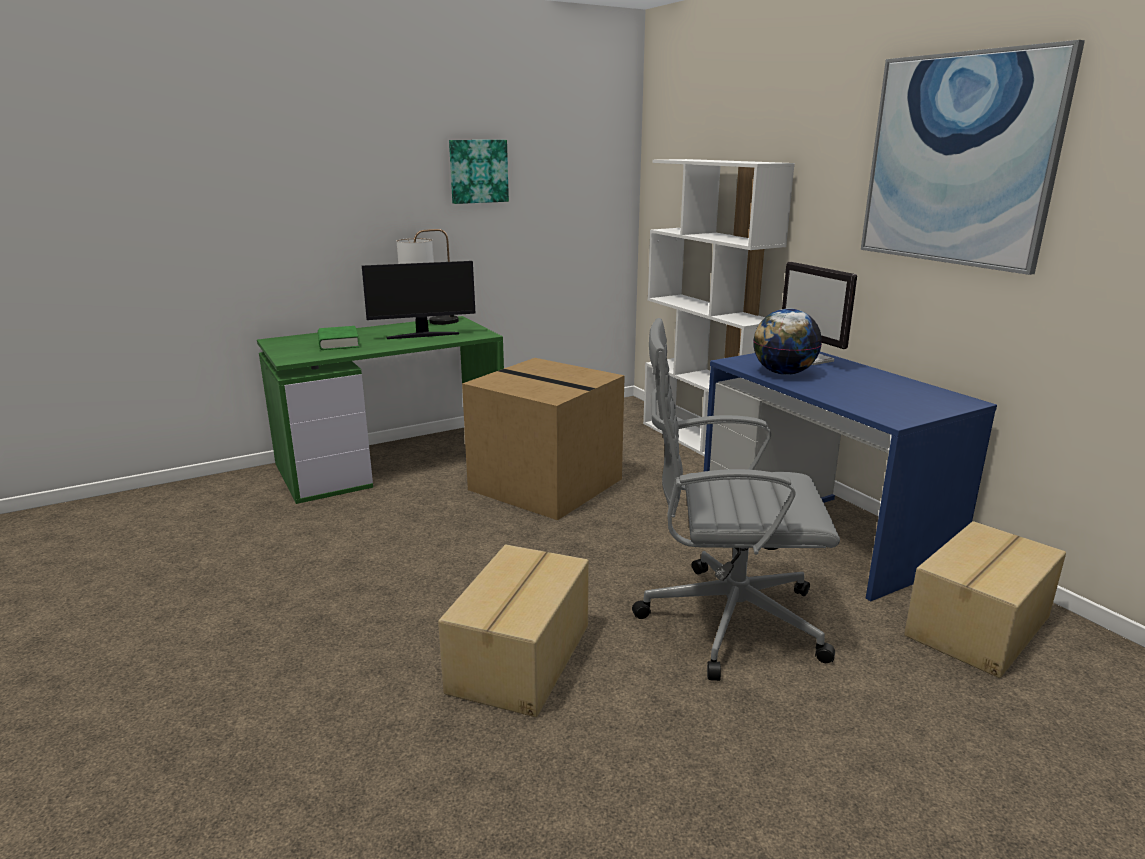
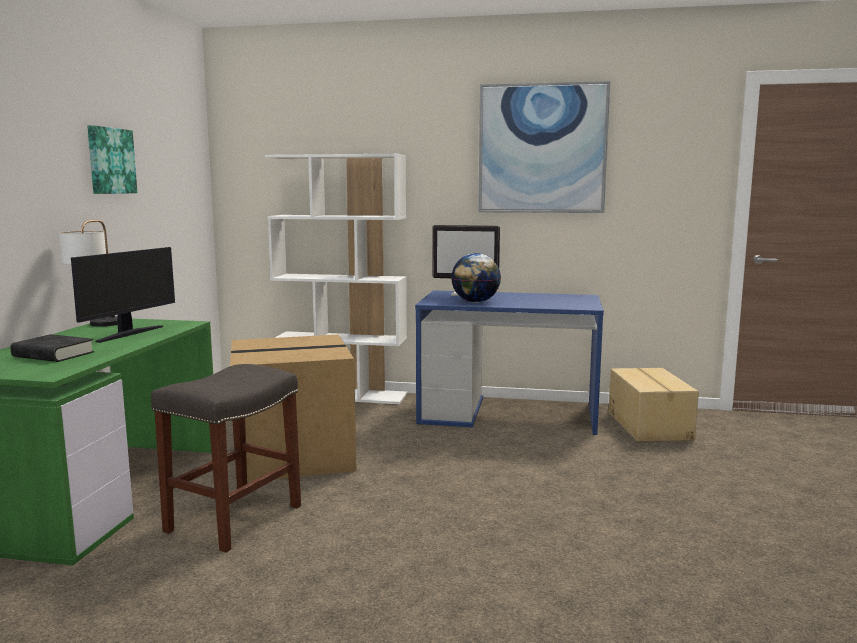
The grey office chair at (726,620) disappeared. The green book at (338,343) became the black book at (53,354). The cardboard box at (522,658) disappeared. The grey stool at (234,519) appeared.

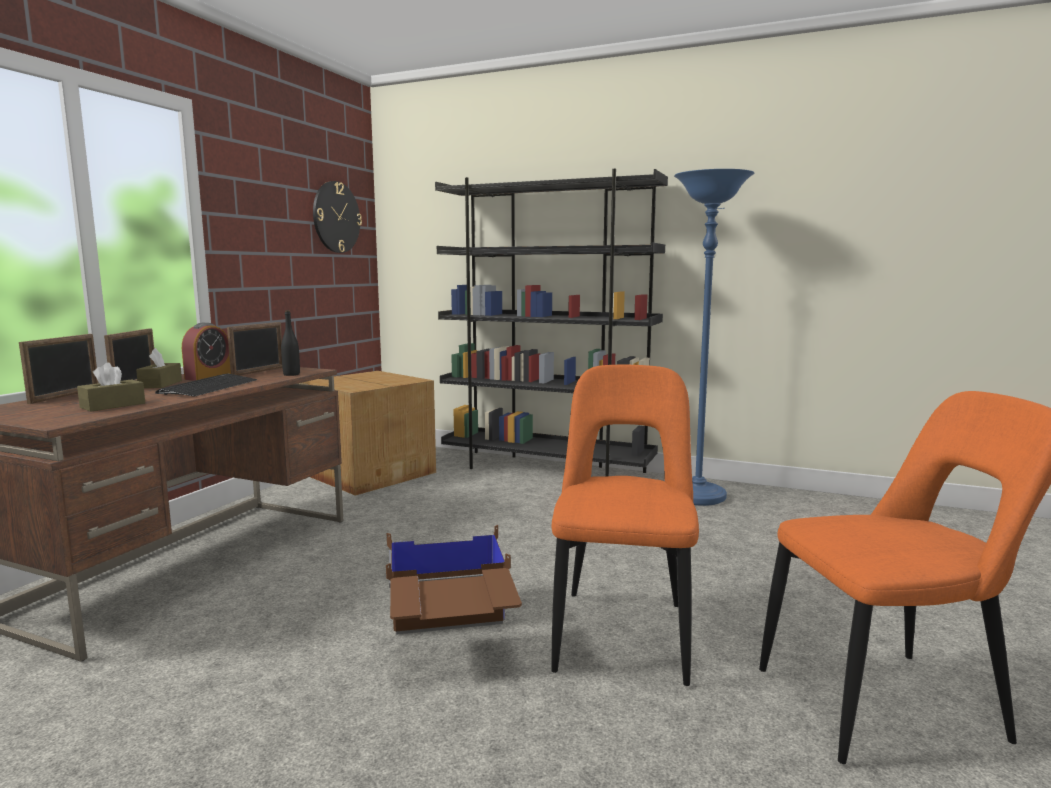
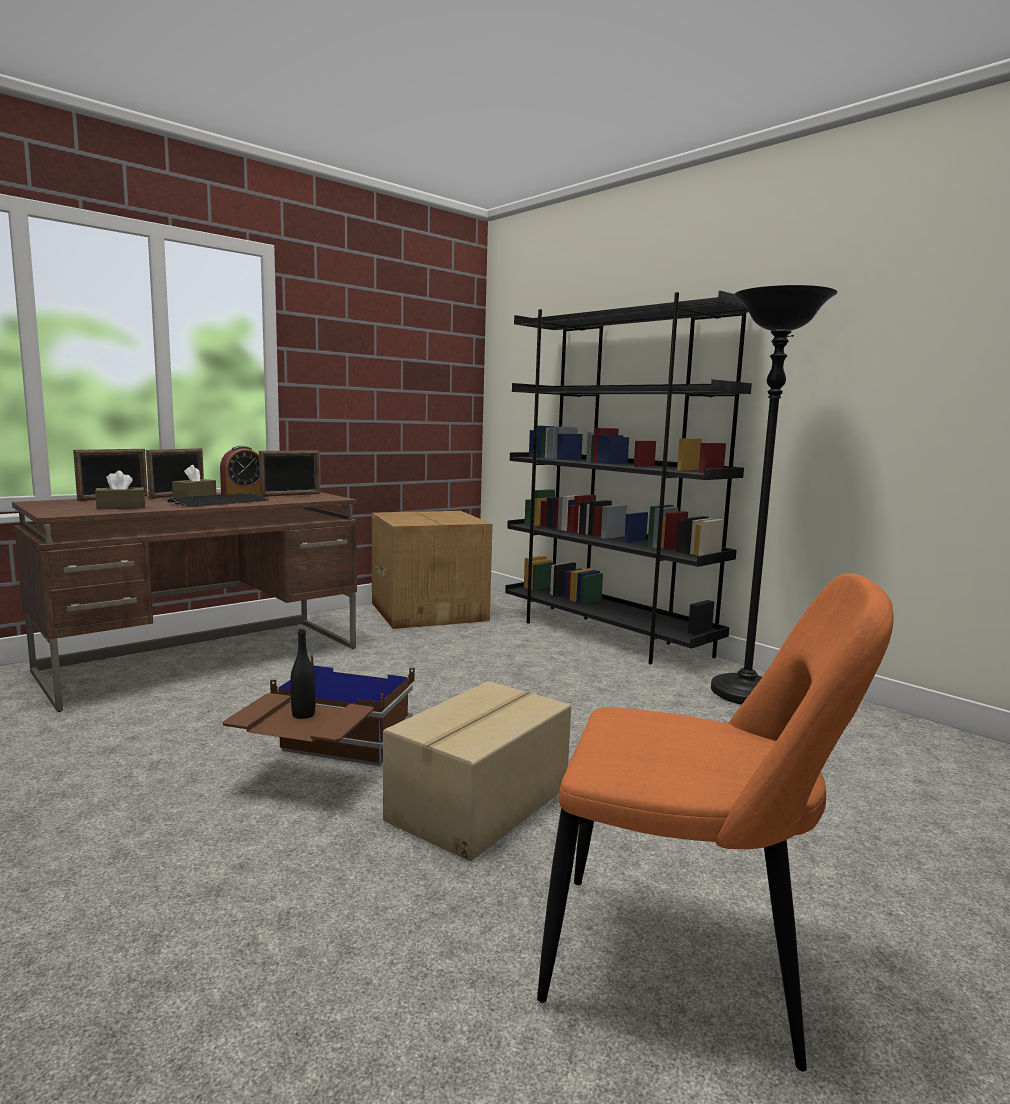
The blue floor lamp at (697,497) became the black floor lamp at (745,694). The wall clock at (336,217) disappeared. The black bottle moved from (291,374) to (303,714). The orange chair at (622,631) was replaced by the cardboard box at (481,804).

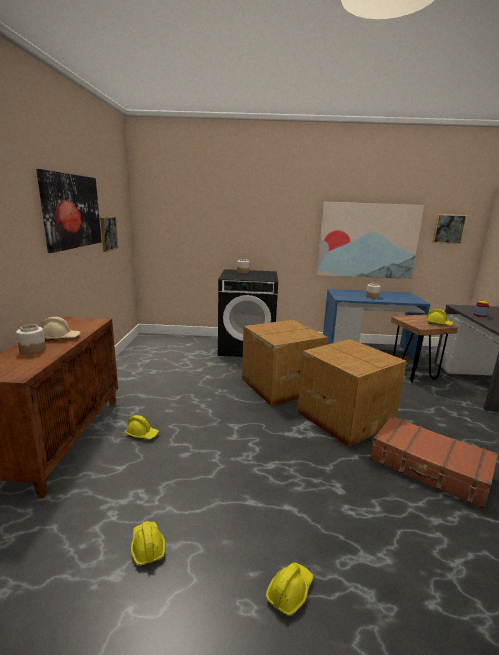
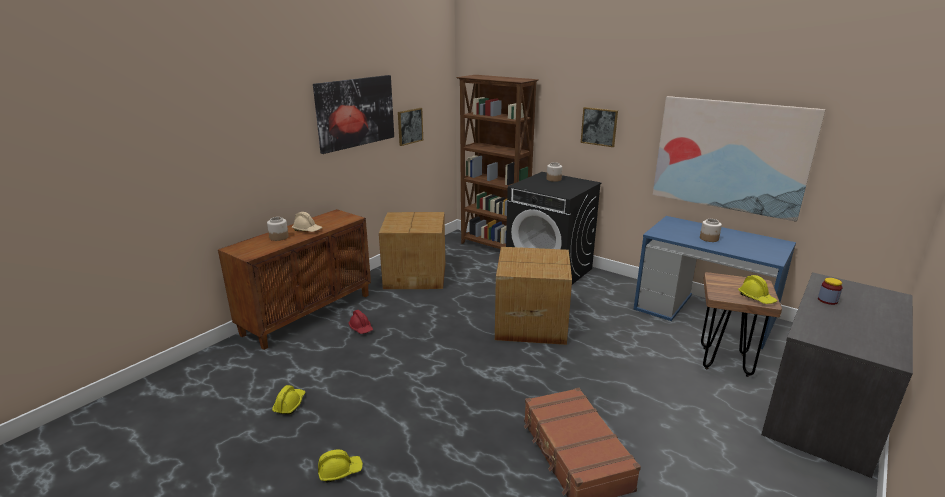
The picture moved from (449,229) to (599,126). The cardboard box moved from (345,417) to (416,275). The yellow hard hat at (142,434) became the red hard hat at (361,328). The brown bookcase at (494,247) appeared.

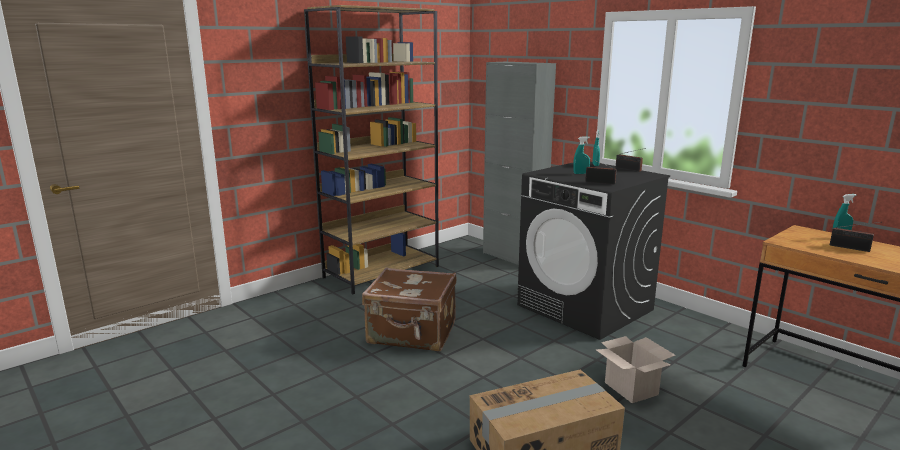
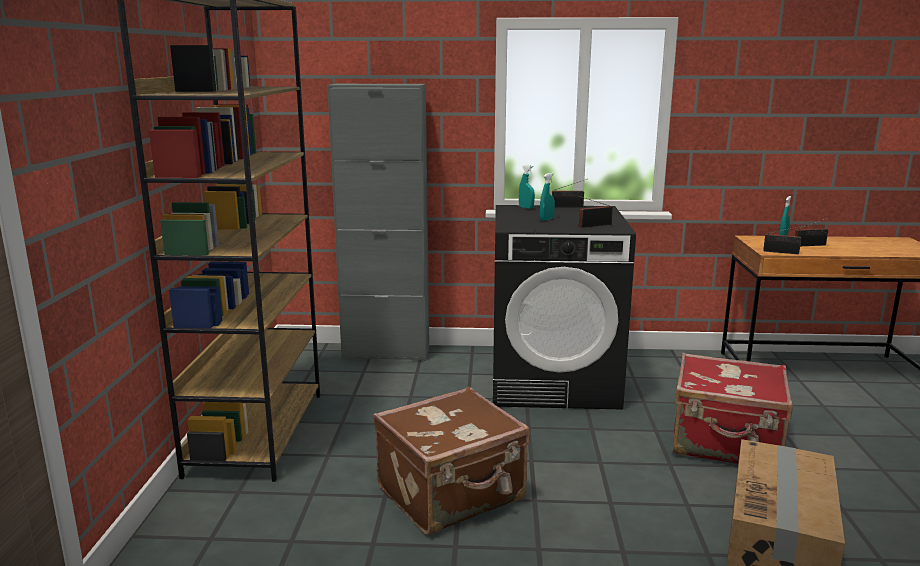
The cardboard box at (632,389) was replaced by the red suitcase at (726,444). The radio at (783,252) appeared.

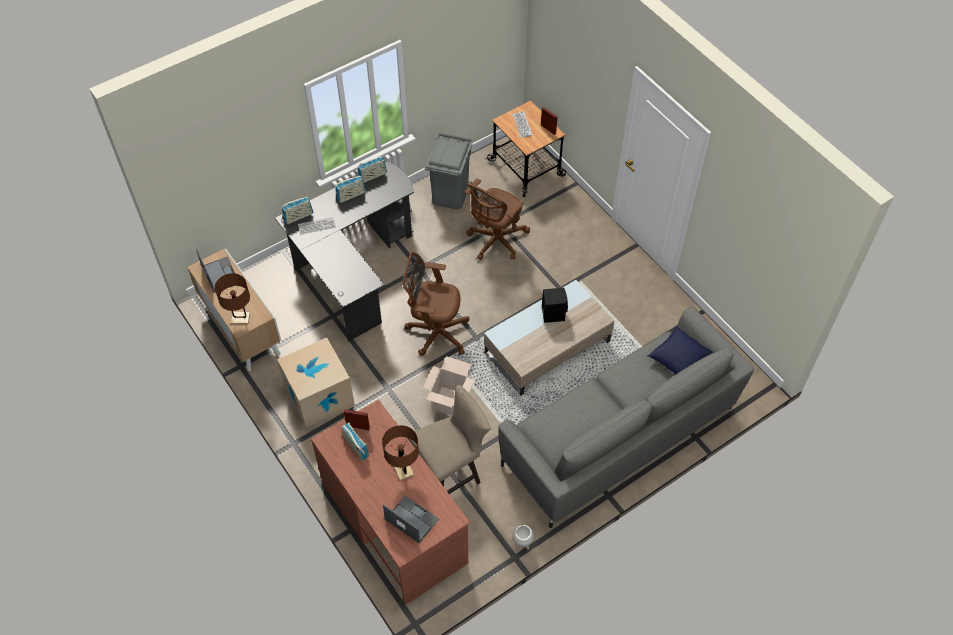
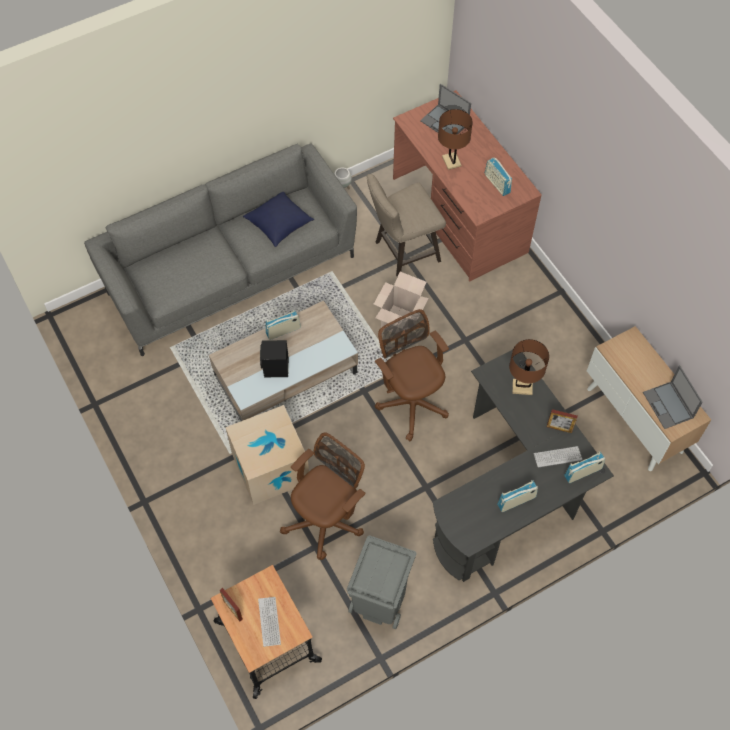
The radio moved from (372,176) to (283,331). The brown office chair at (435,332) turned 135 degrees counterclockwise. The brown table lamp moved from (240,318) to (522,387). The blue pillow moved from (679,359) to (279,225). The cardboard box moved from (319,396) to (270,468). The picture frame moved from (358,427) to (559,428).

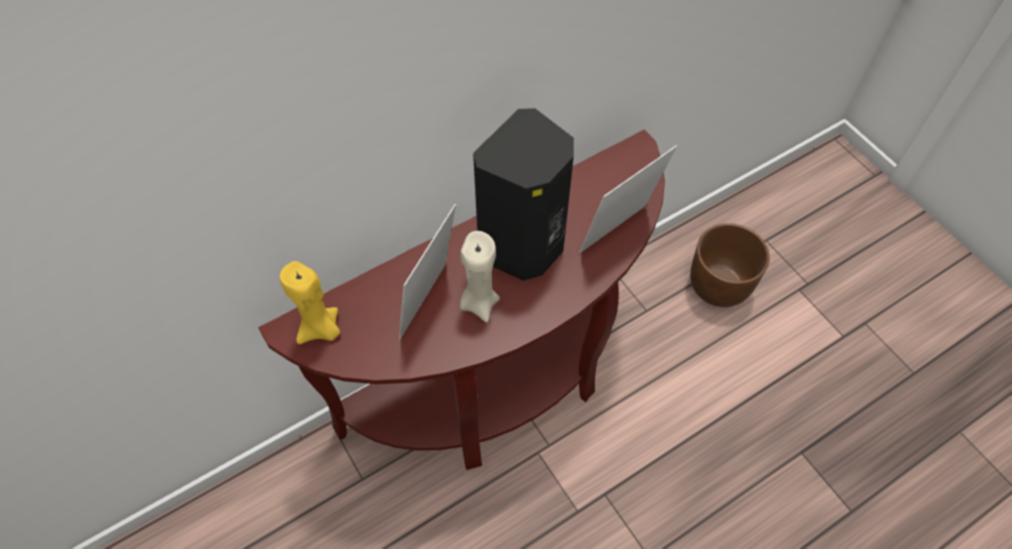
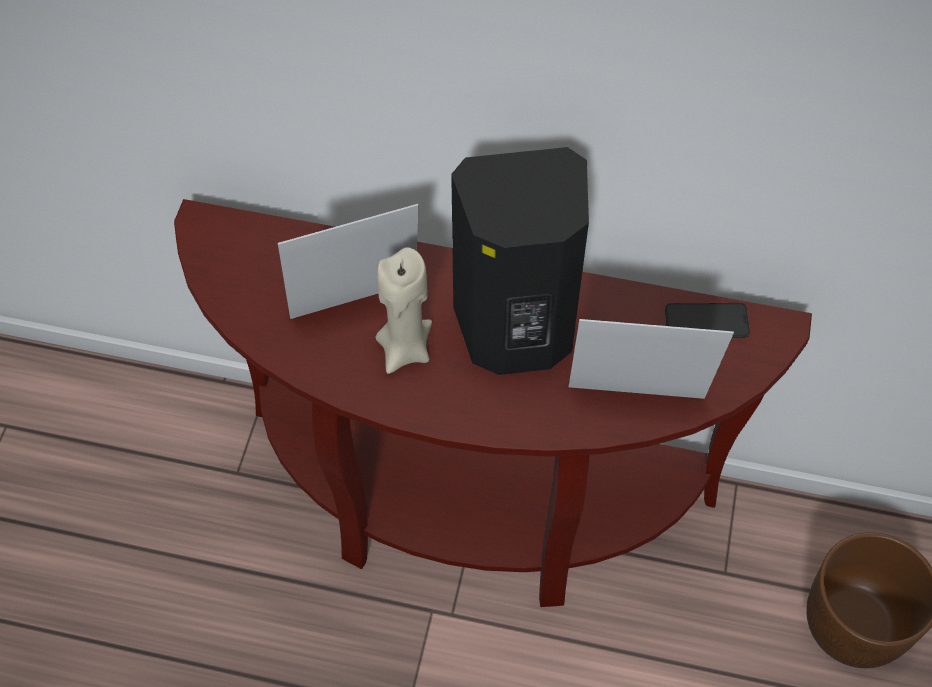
The yellow candle at (321,329) disappeared. The phone at (706,321) appeared.

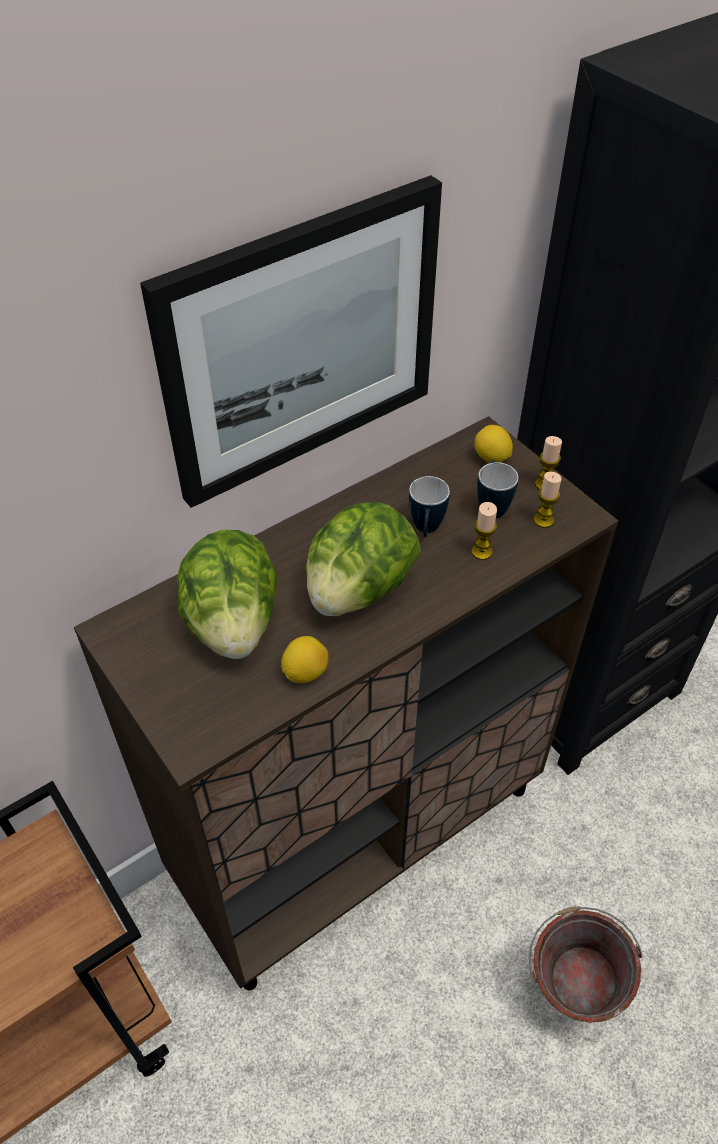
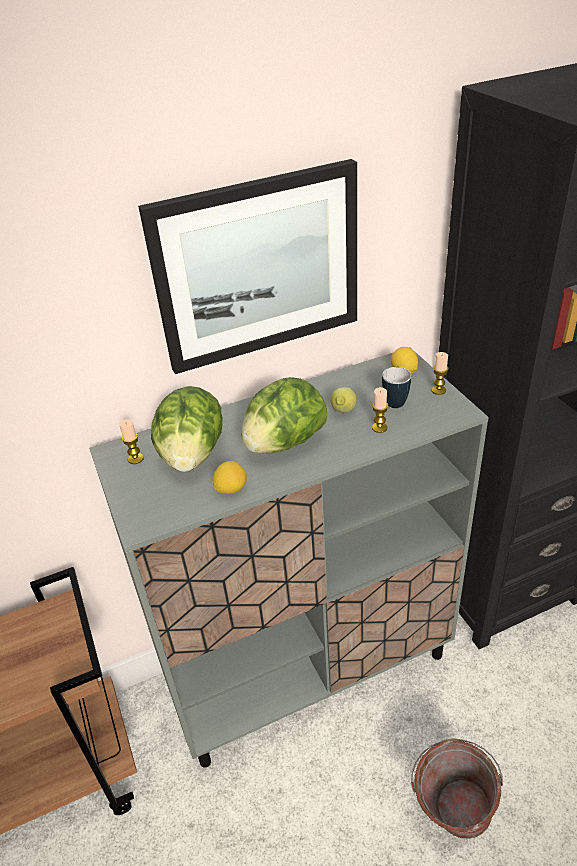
The brown cabinet at (360,835) became the grey cabinet at (309,669). The candle moved from (543,520) to (135,459). The mug at (426,531) was replaced by the lemon at (343,412).

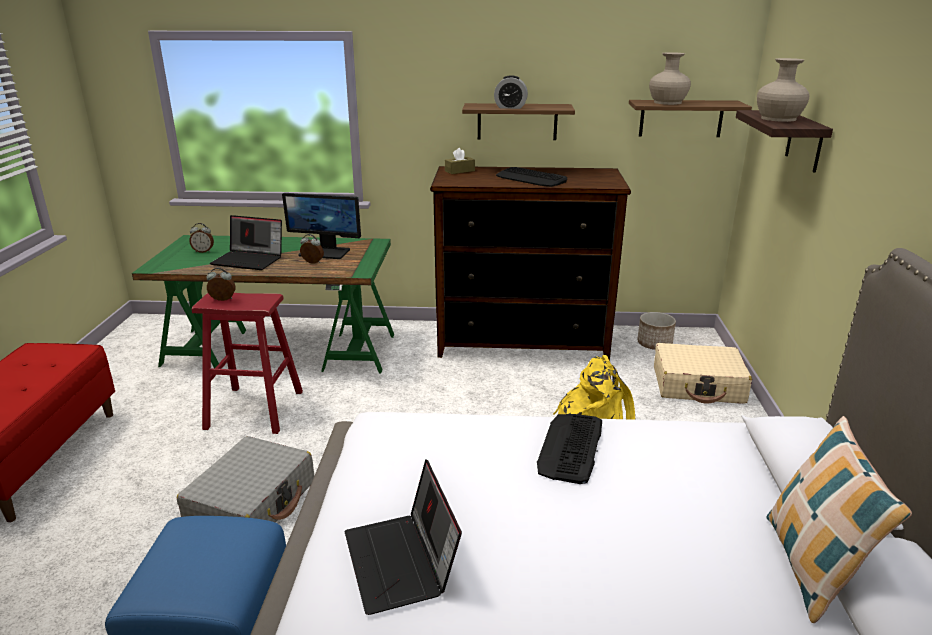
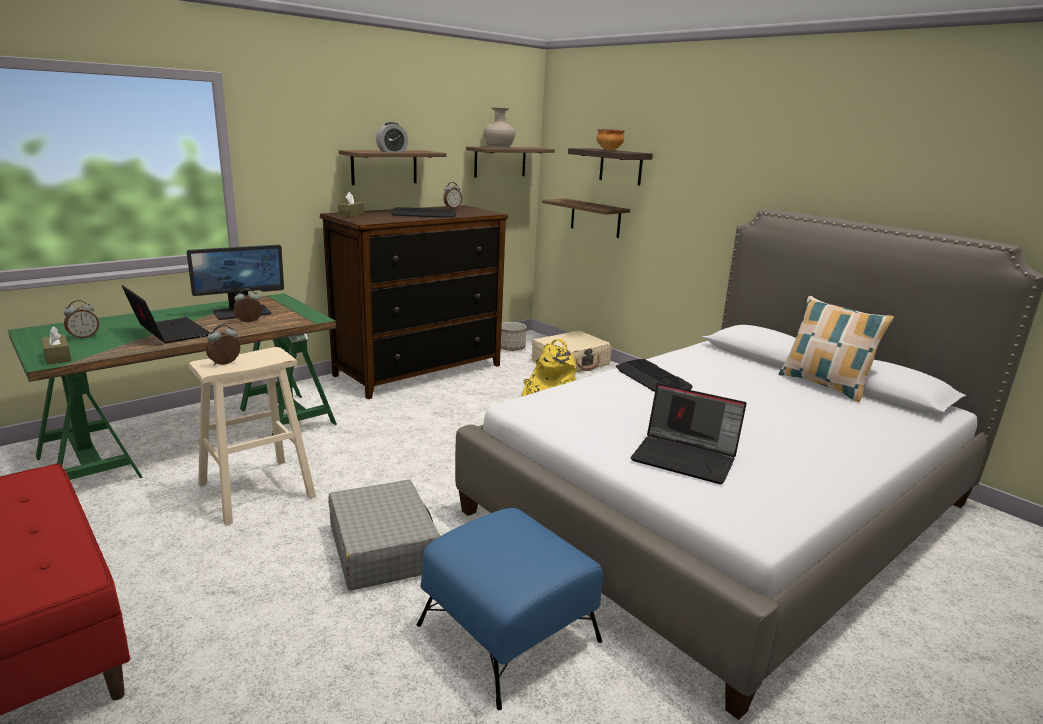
The beige vase at (778,118) was replaced by the bowl at (609,150). The laptop at (250,260) turned 105 degrees counterclockwise. The red stool at (254,409) became the beige stool at (256,490). The alarm clock at (452,208) appeared. The shelf at (595,218) appeared. The brown tissue box at (57,357) appeared.

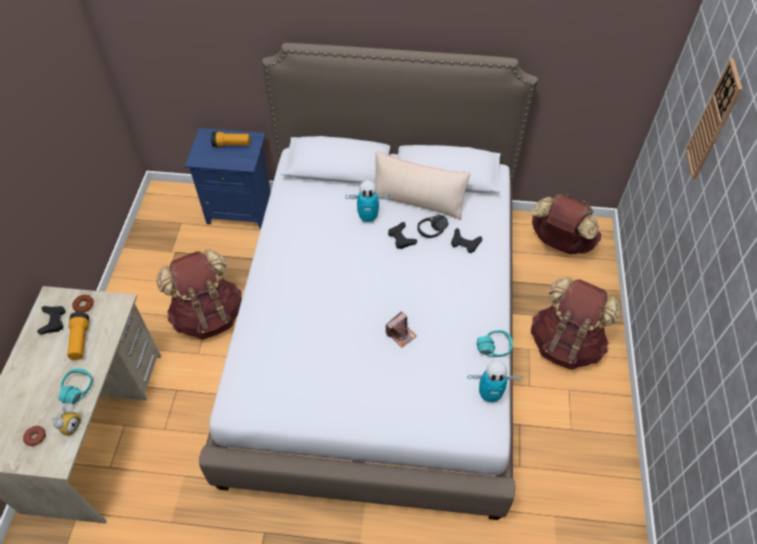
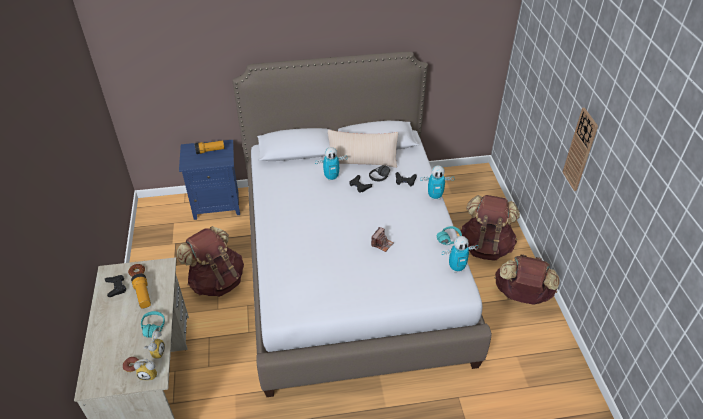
The wall clock moved from (713,122) to (580,150). The brown backpack moved from (560,243) to (521,296). The toy robot at (435,196) appeared. The alarm clock at (149,374) appeared.

